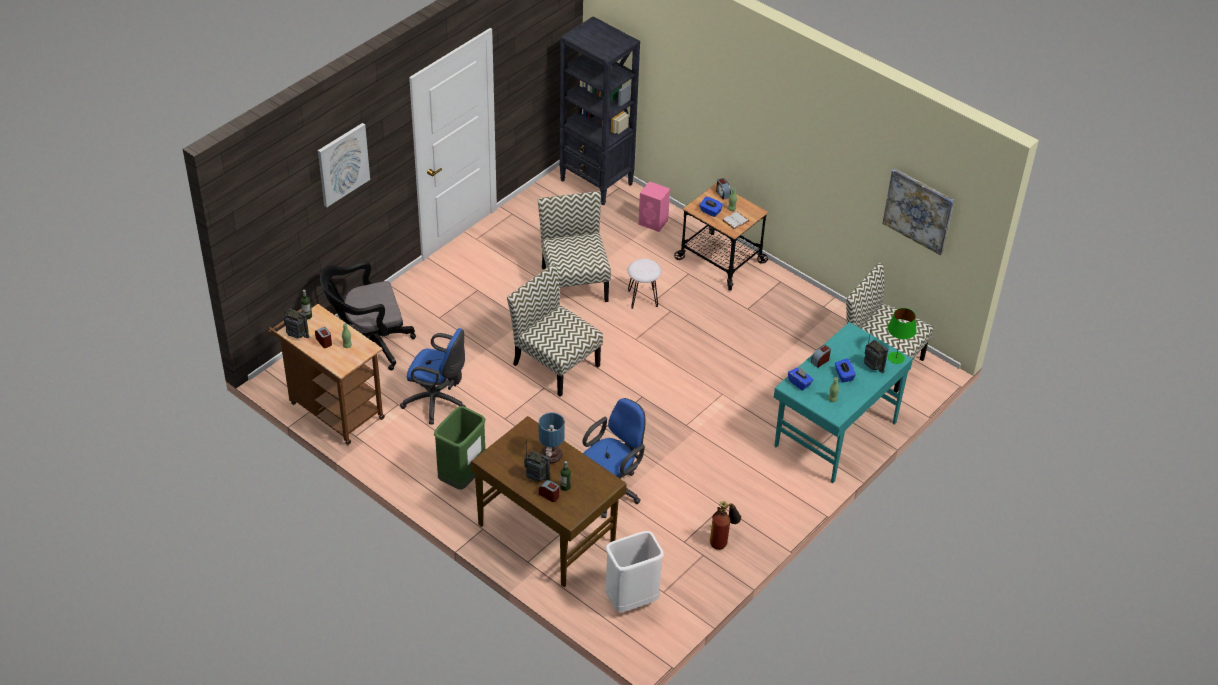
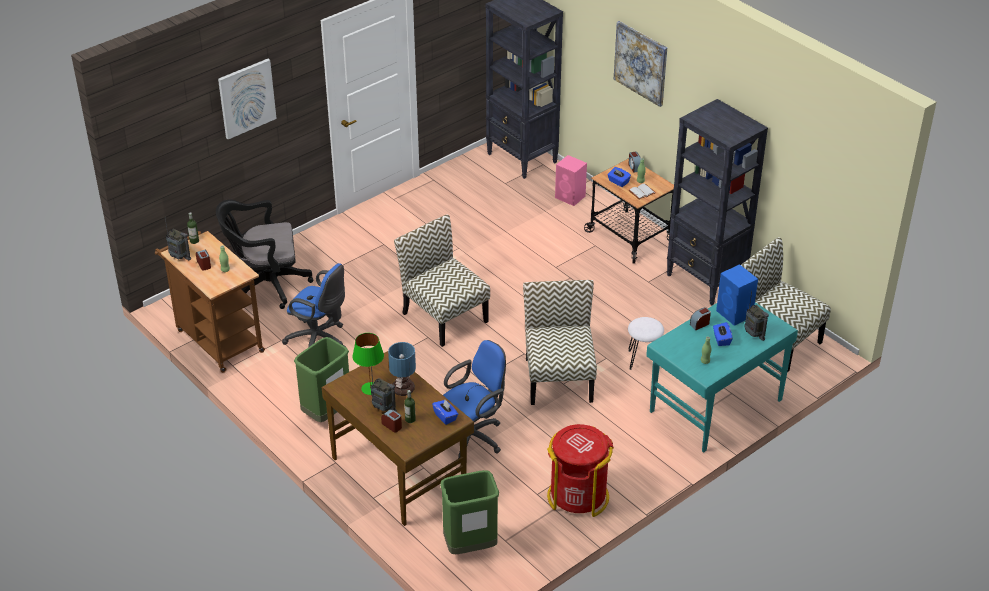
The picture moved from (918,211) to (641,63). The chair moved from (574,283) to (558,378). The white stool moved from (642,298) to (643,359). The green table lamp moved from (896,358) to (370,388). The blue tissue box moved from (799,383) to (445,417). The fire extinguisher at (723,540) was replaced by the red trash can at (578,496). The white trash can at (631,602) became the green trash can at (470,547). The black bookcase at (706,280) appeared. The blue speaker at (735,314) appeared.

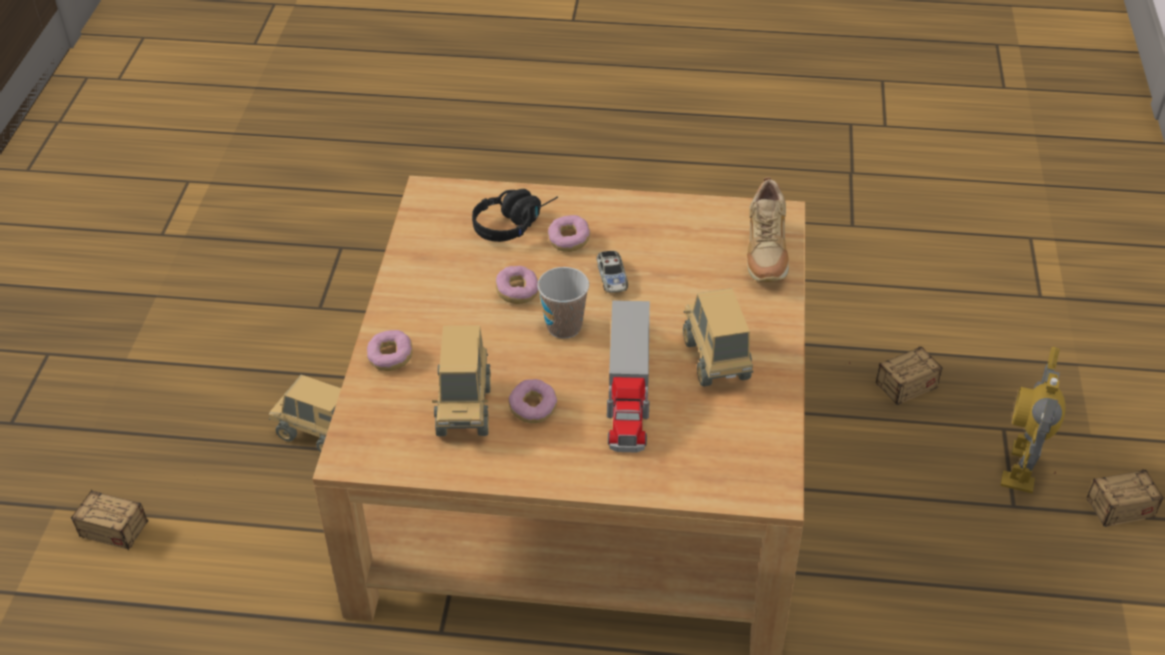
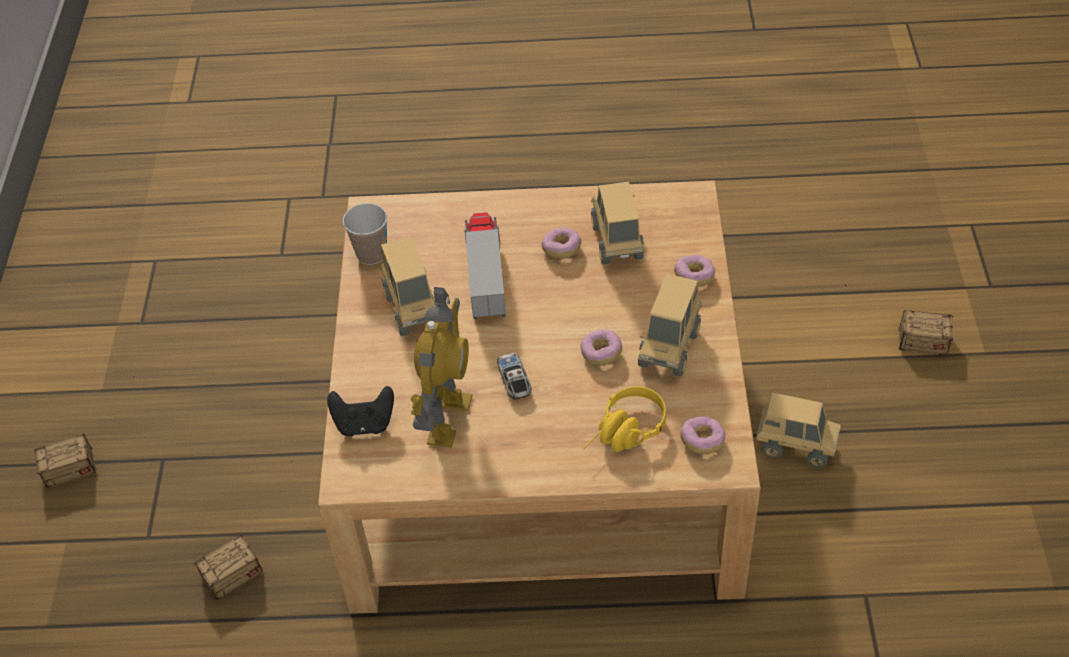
The beige shoe at (765,257) was replaced by the black game controller at (364,424). The black headphones at (515,222) became the yellow headphones at (624,434). The donut moved from (569,241) to (702,441). The cup moved from (564,327) to (371,254). The toy robot moved from (1021,467) to (447,419). The toy truck at (669,348) appeared.

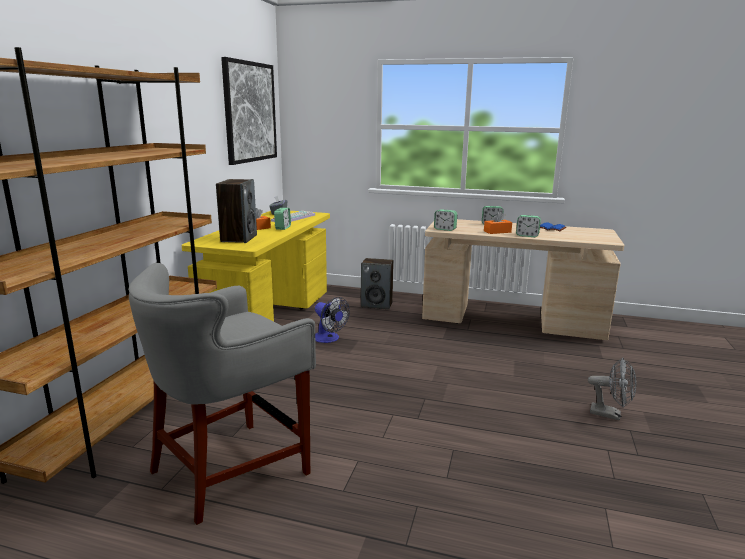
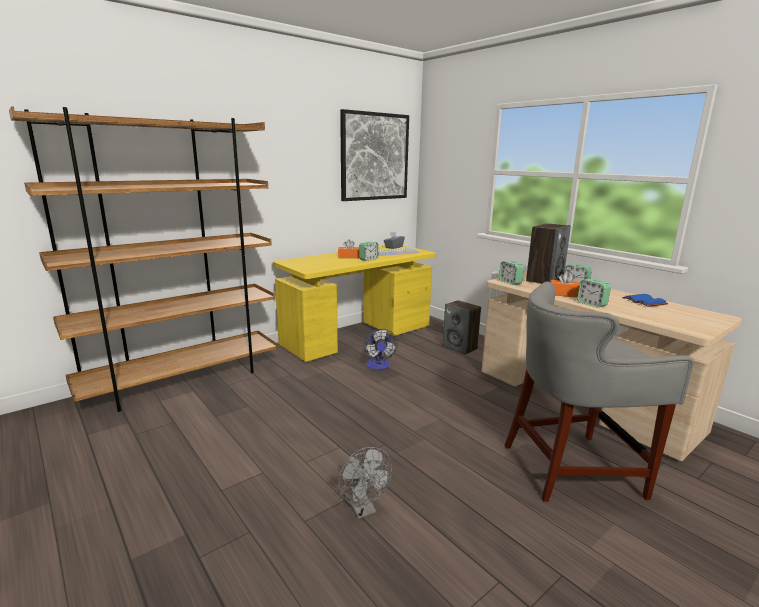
The speaker moved from (239,238) to (544,280). The grey stool moved from (231,469) to (572,468). The grey fan moved from (610,414) to (363,509).

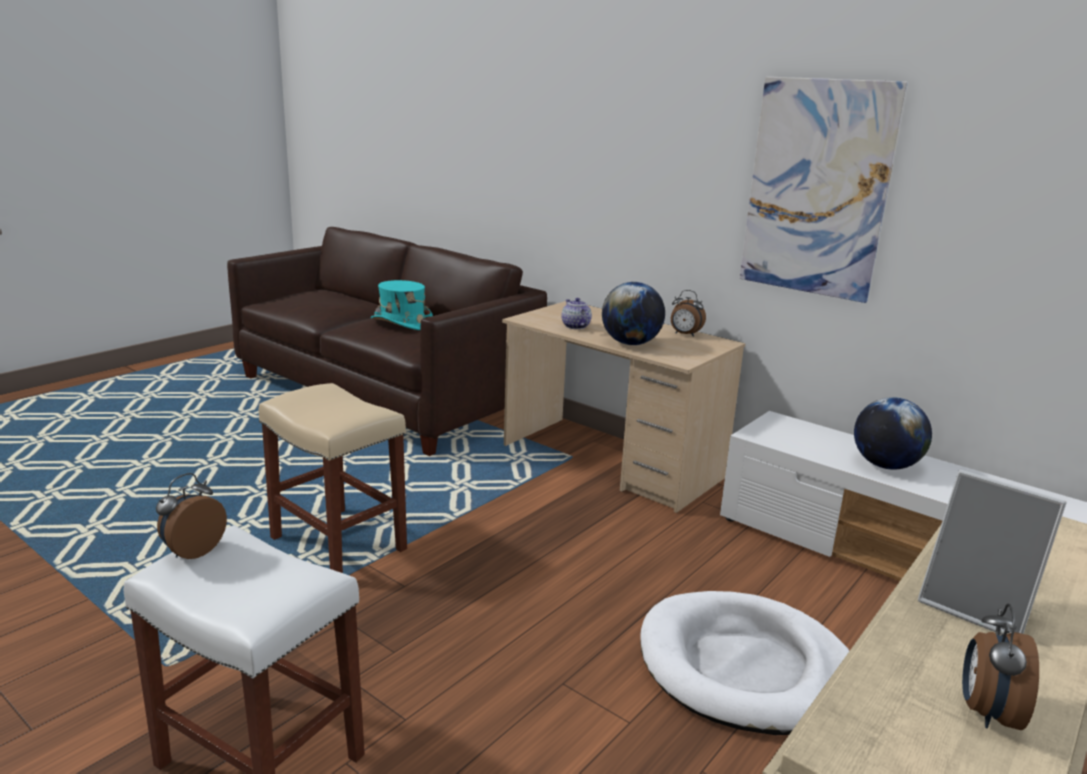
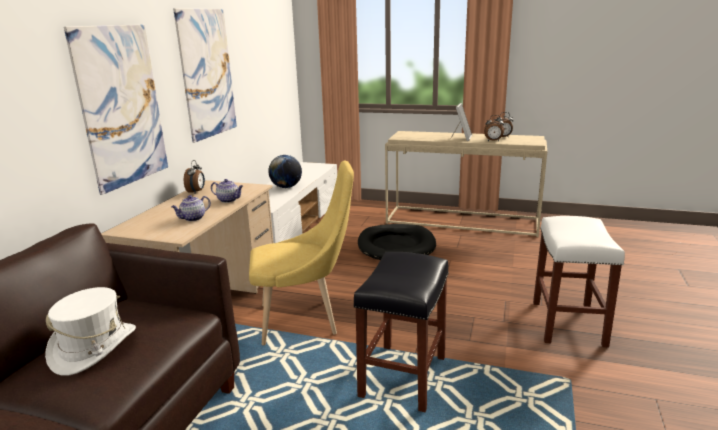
The turquoise hat at (402,323) became the white hat at (94,348). The globe at (630,343) was replaced by the teapot at (229,200). The beige stool at (340,544) became the black stool at (403,375). The alarm clock moved from (192,550) to (493,141). The white dog bed at (745,668) became the black dog bed at (396,246). The picture at (122,106) appeared. The yellow chair at (305,319) appeared.

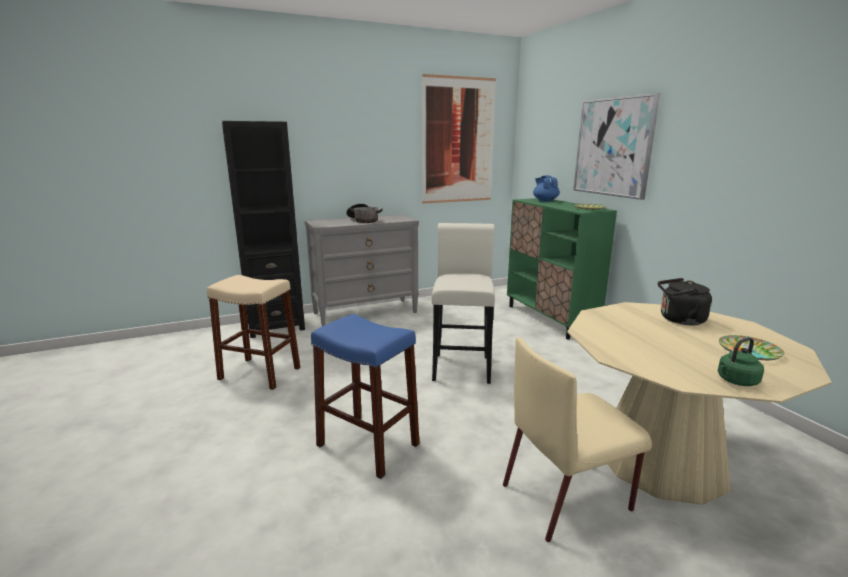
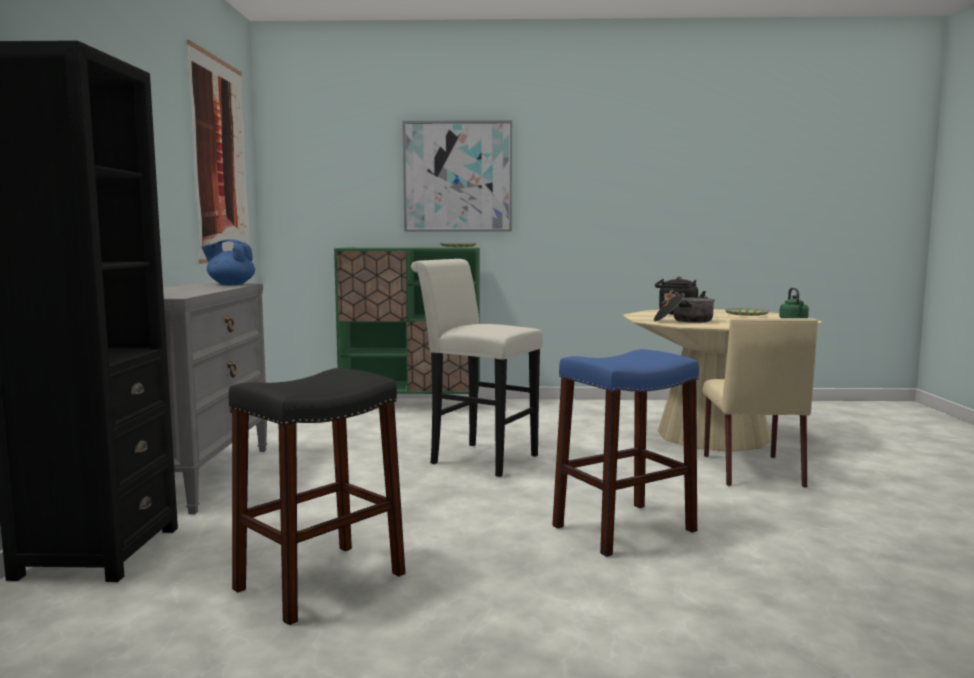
The blue teapot moved from (545,200) to (230,284). The cooking pot moved from (363,220) to (684,321). The beige stool at (260,373) became the black stool at (321,581).

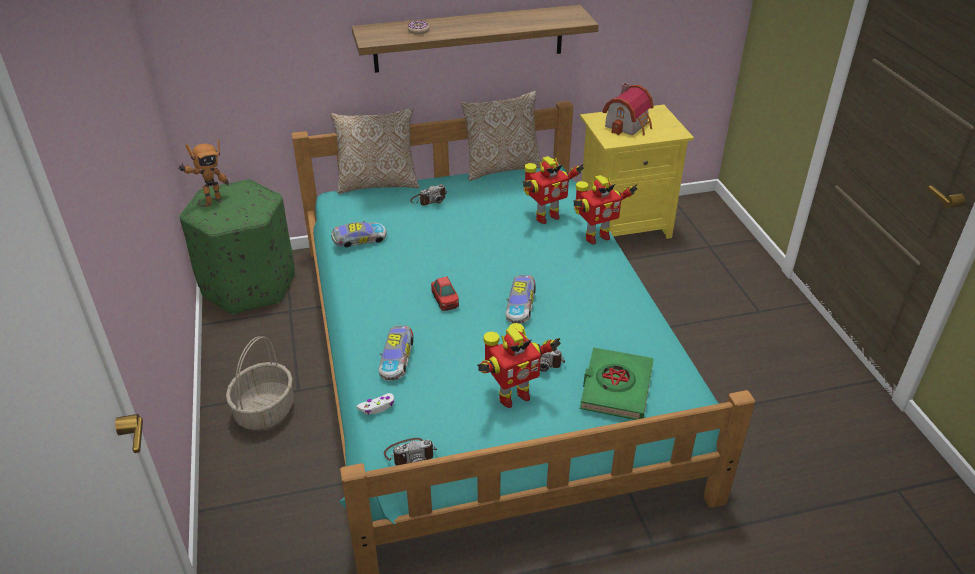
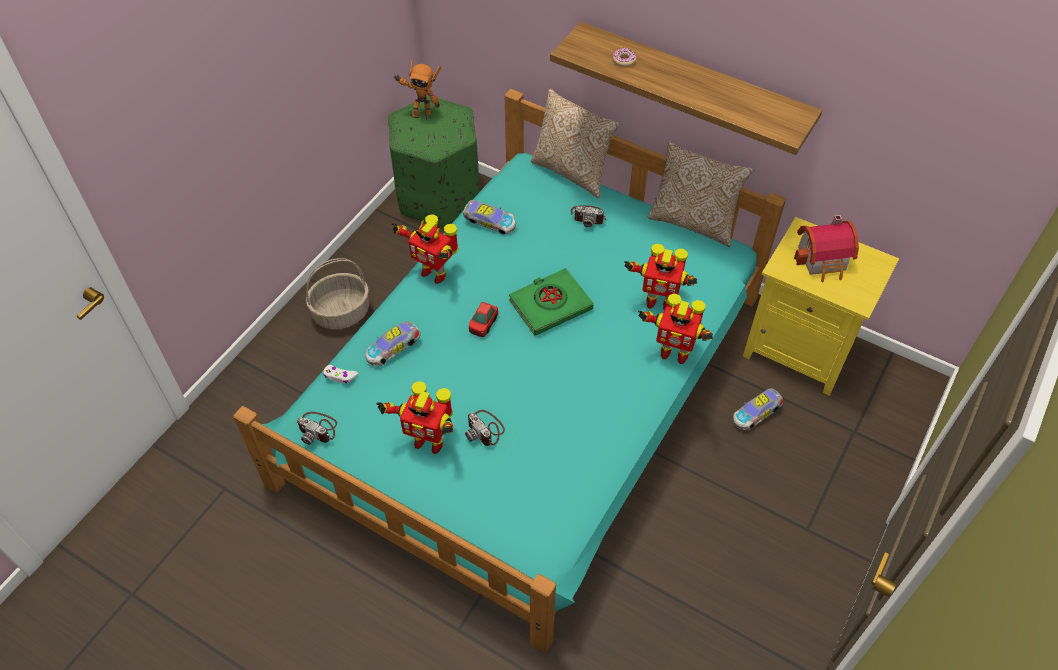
The toy car moved from (520,306) to (756,413). The green book moved from (615,388) to (550,305). The toy robot at (434,272) appeared.

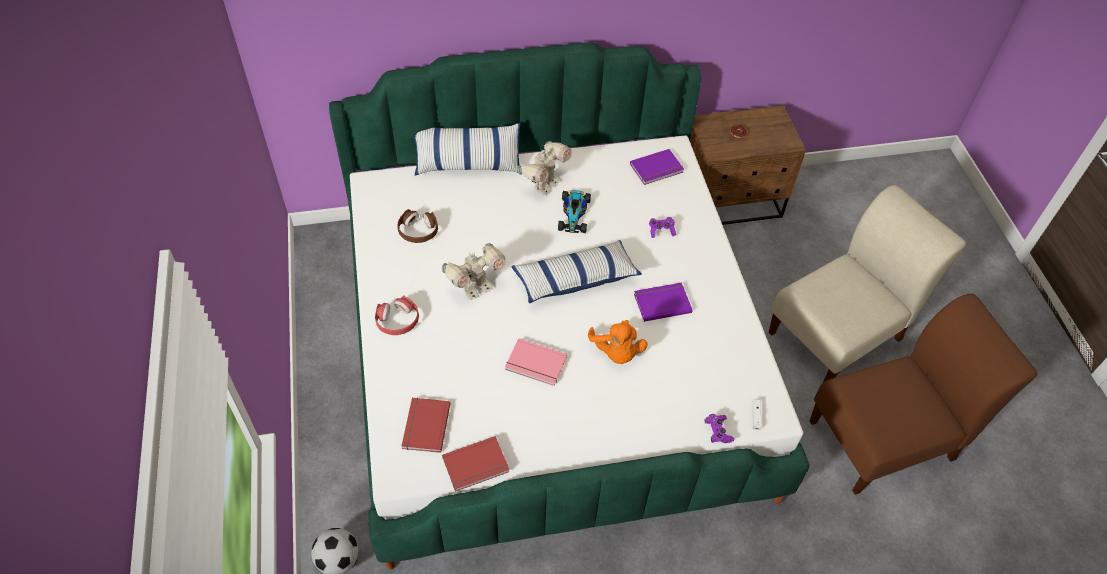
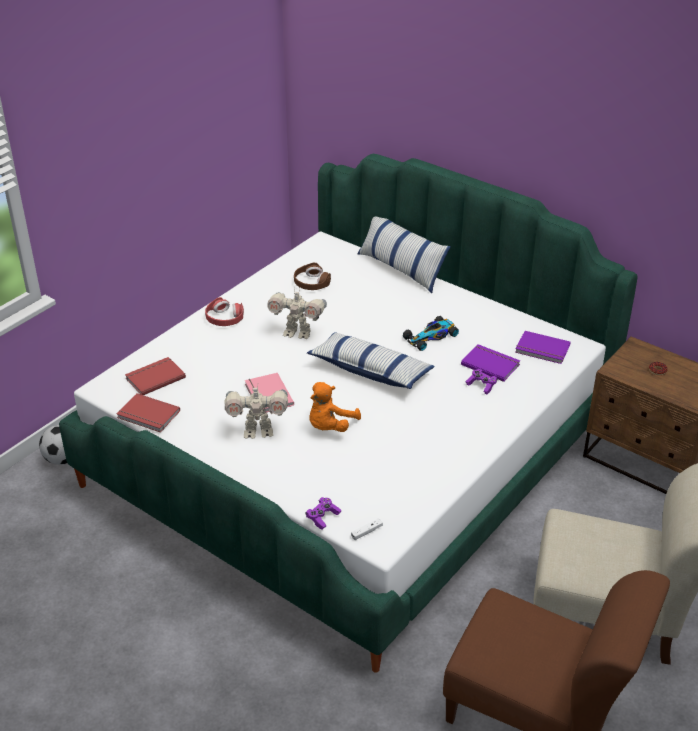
The toy robot moved from (544,185) to (258,431). The purple book moved from (661,302) to (490,364).

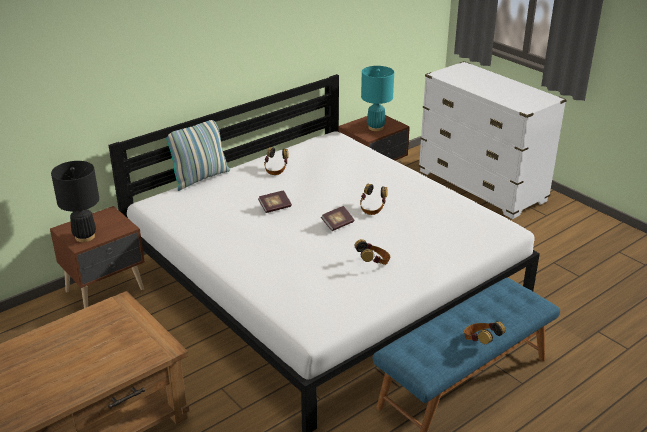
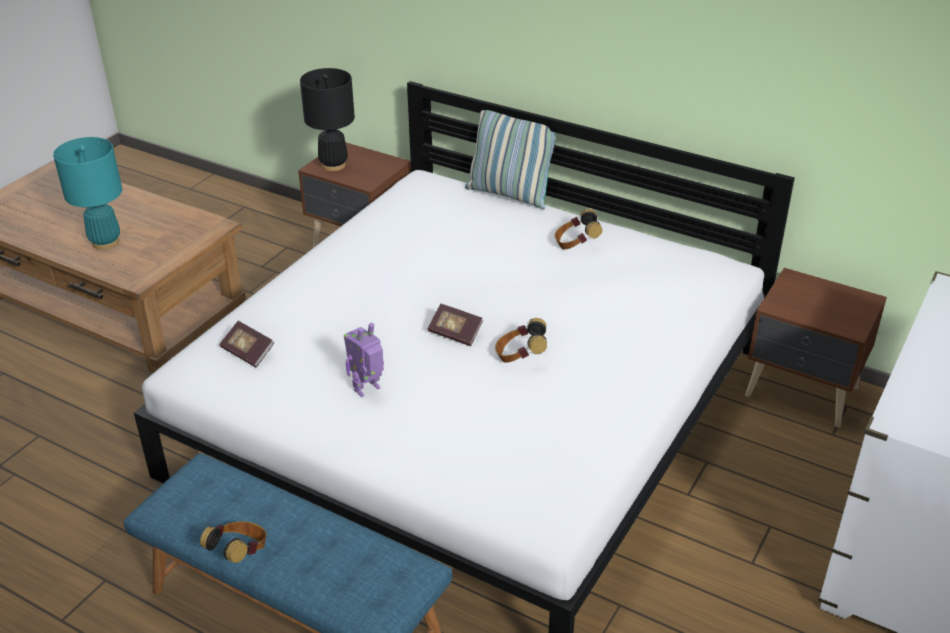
The turquoise table lamp moved from (376,128) to (105,242). The book moved from (275,207) to (248,352). The headphones at (373,263) was replaced by the toy robot at (368,389).

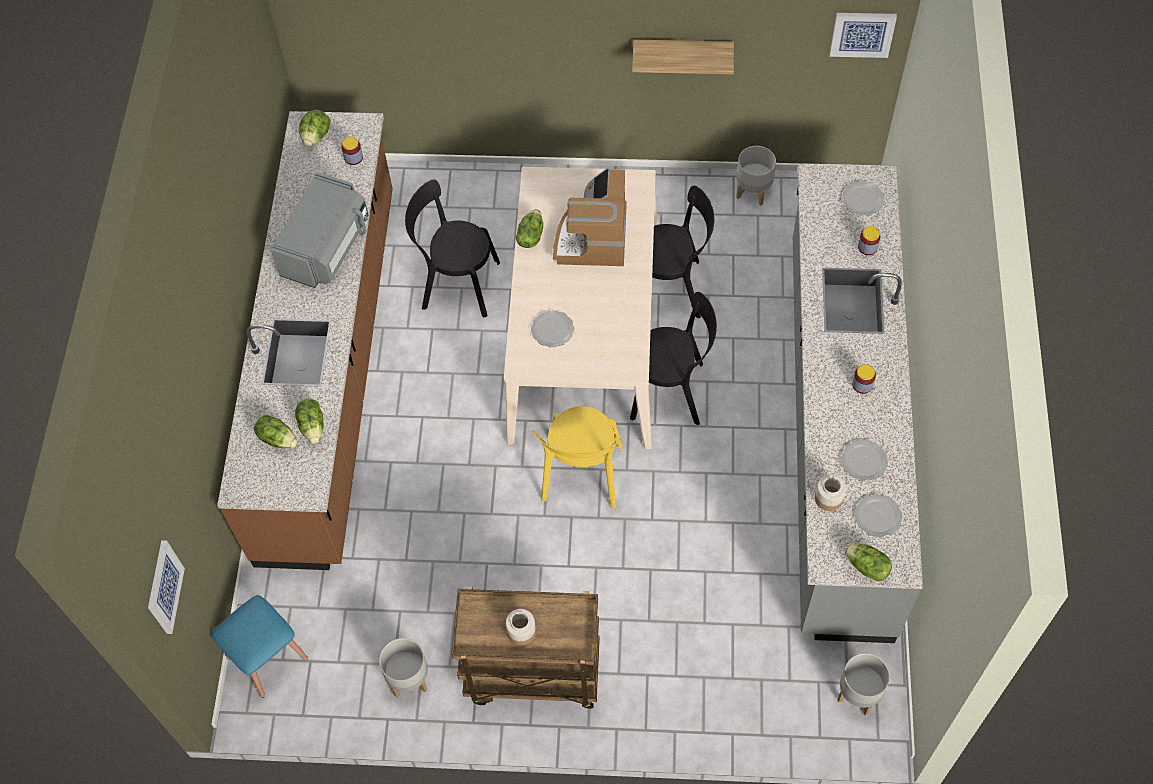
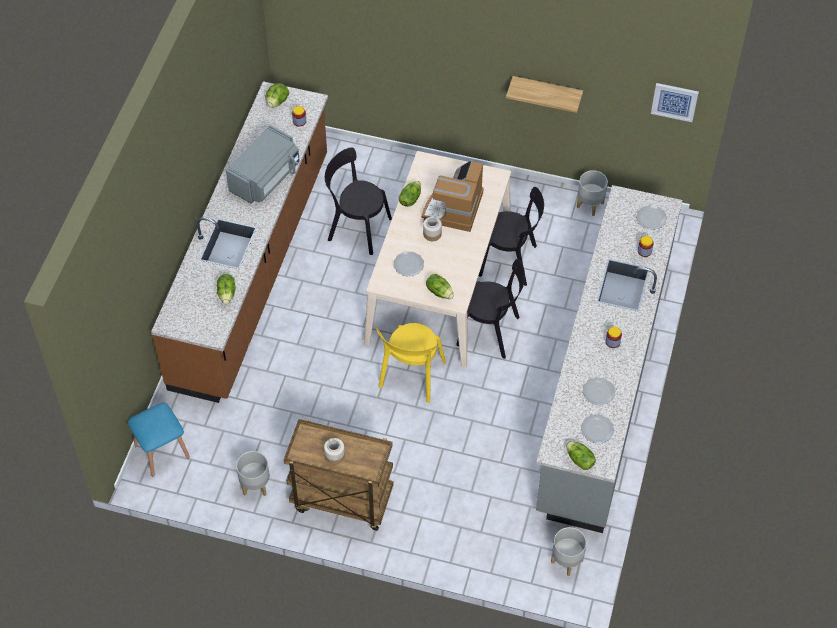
The lettuce moved from (278,438) to (439,292). The jar moved from (829,498) to (432,234). The picture at (164,587) disappeared.

